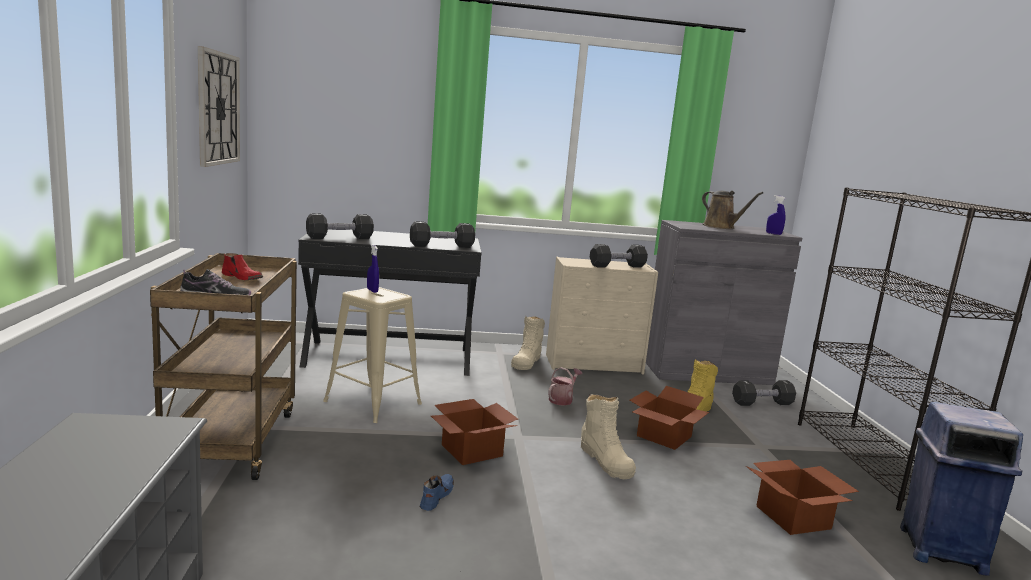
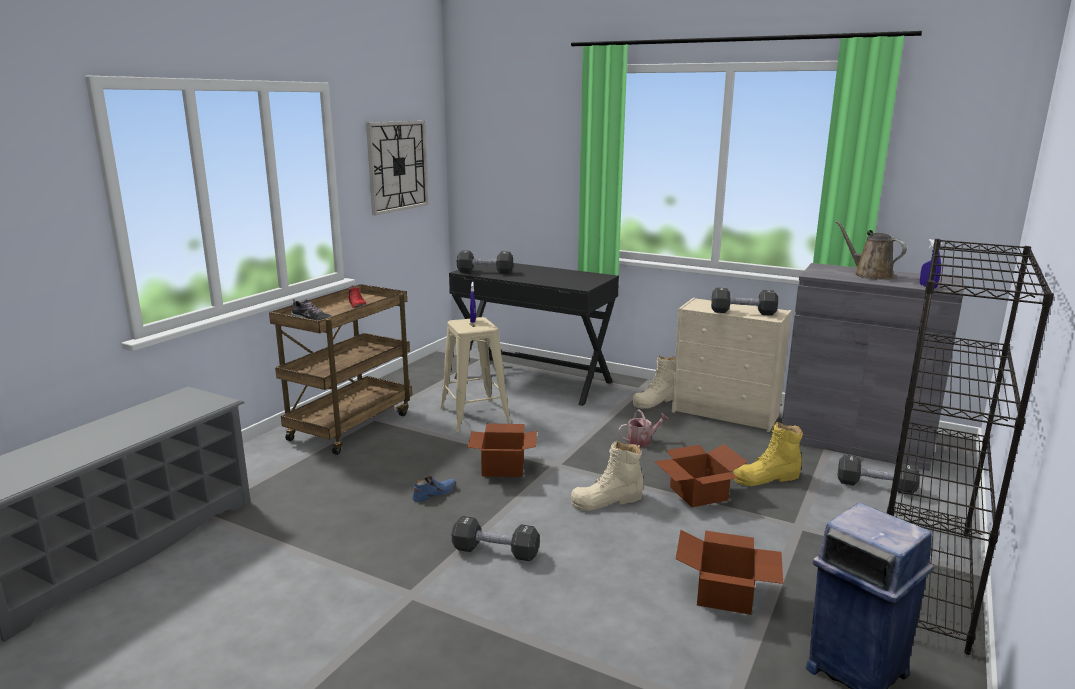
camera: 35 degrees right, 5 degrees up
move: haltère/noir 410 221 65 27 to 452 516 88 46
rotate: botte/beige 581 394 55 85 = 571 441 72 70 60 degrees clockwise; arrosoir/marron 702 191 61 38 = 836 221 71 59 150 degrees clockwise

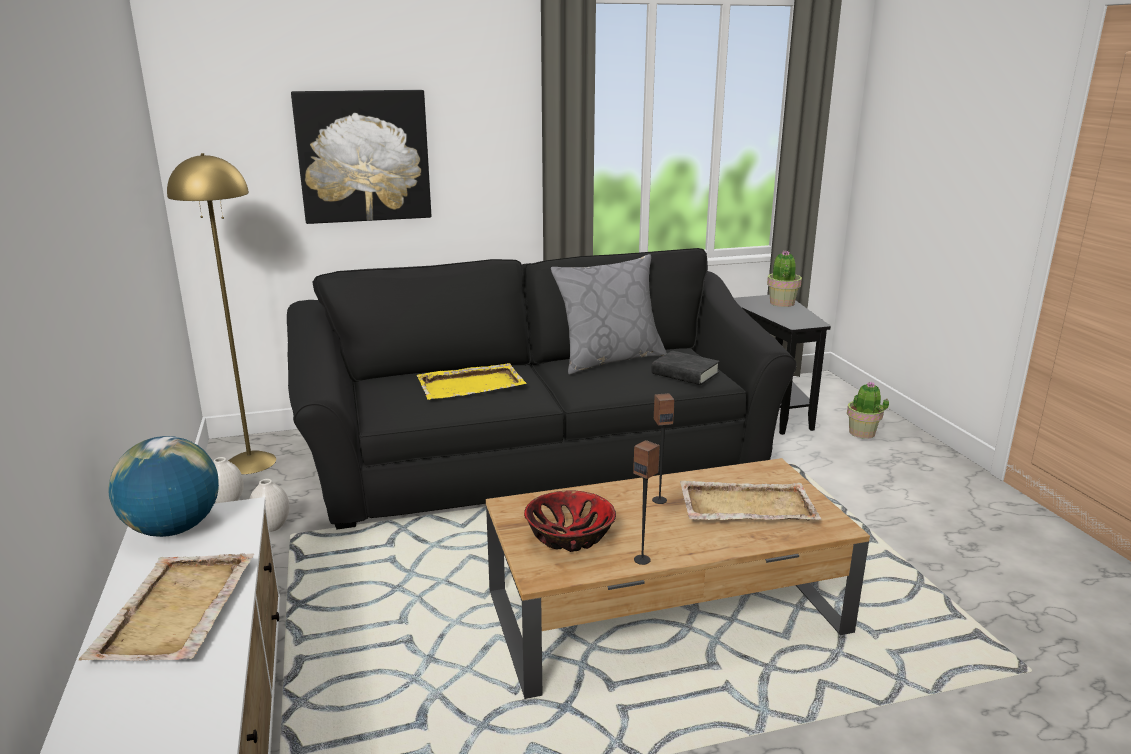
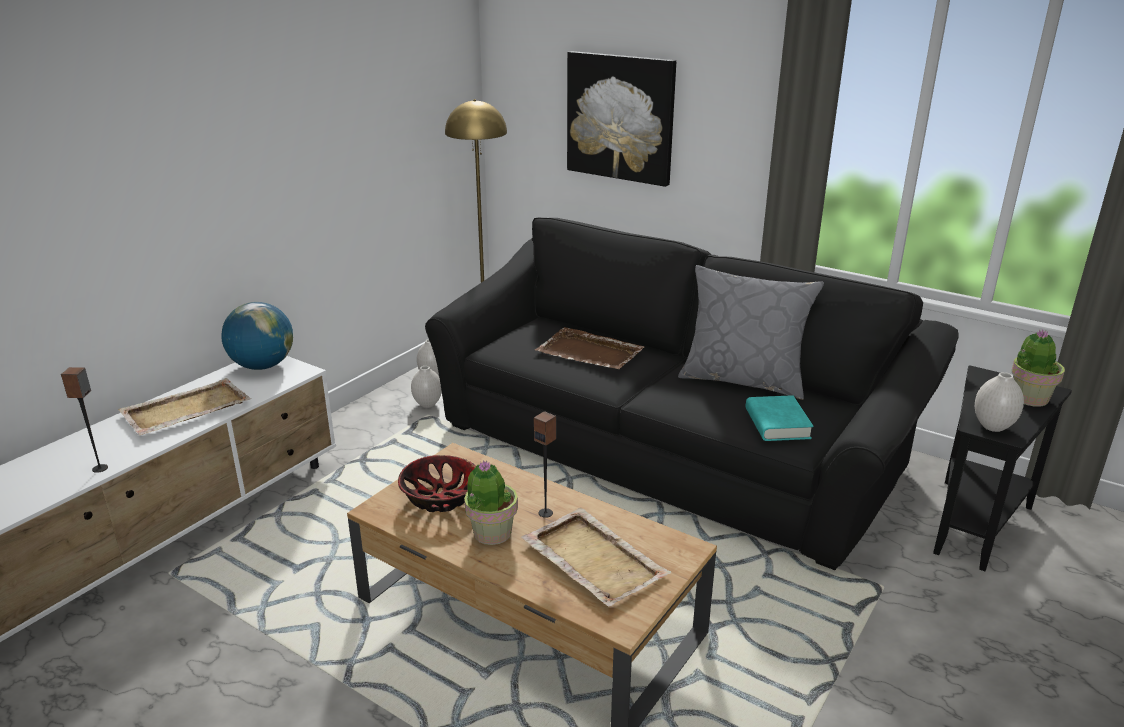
camera: 50 degrees right, 5 degrees up
insert: vase/blanc 975 372 49 60
move: enceinte 633 440 27 125 to 61 367 47 106; plante en pot 847 382 42 57 to 464 461 54 84
recolor: plateau/jaune 417 363 109 37 to plateau/marron 535 327 110 42; livre/noir 651 351 69 34 to livre/turquoise 746 395 67 46

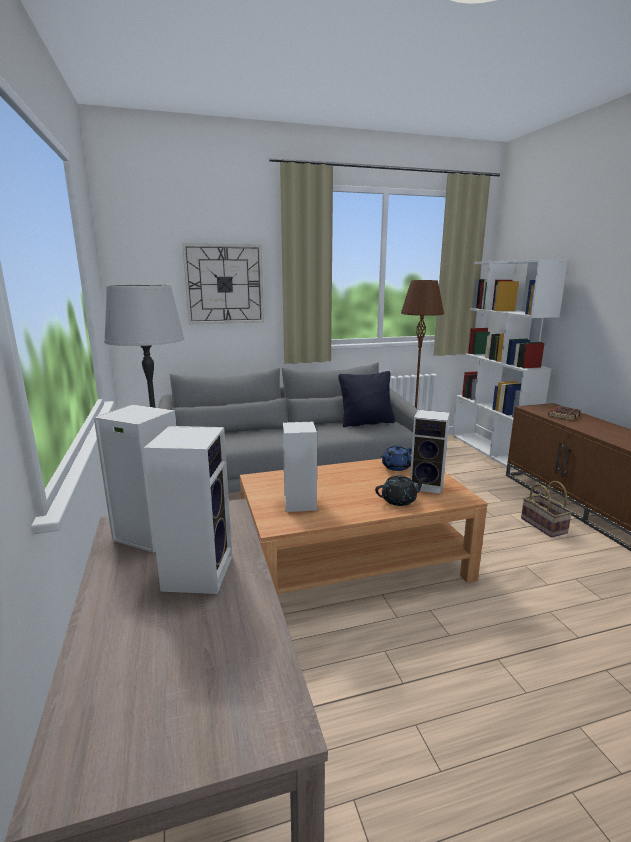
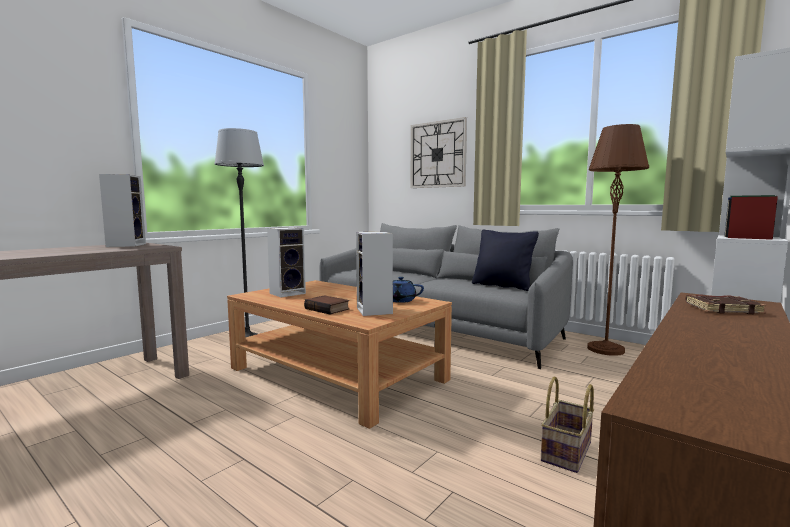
camera: 55 degrees right, 10 degrees down
delete: enceinte 143 426 89 168
replace: théière/noir 375 475 51 31 to livre 304 295 45 19

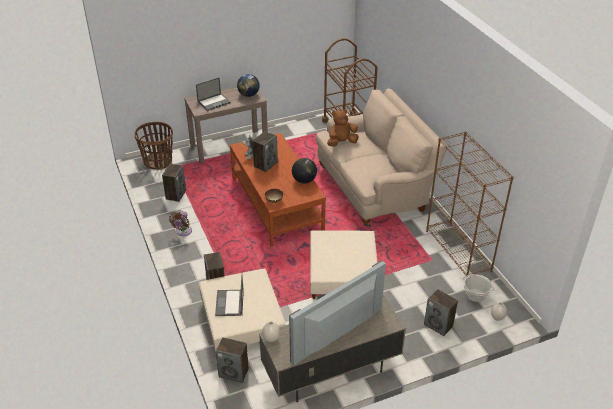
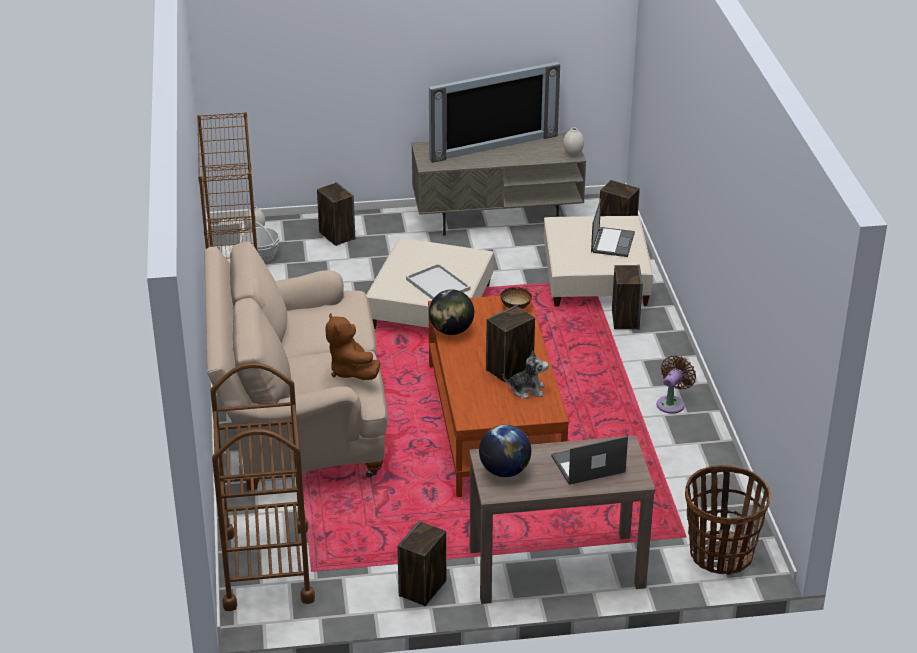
camera: 165 degrees left, 5 degrees down
insert: plateau/blanc 406 263 64 37
move: enceinte 162 164 24 38 to 397 521 49 85
rotate: peluche/marron 327 109 32 37 = 325 313 55 67 75 degrees clockwise

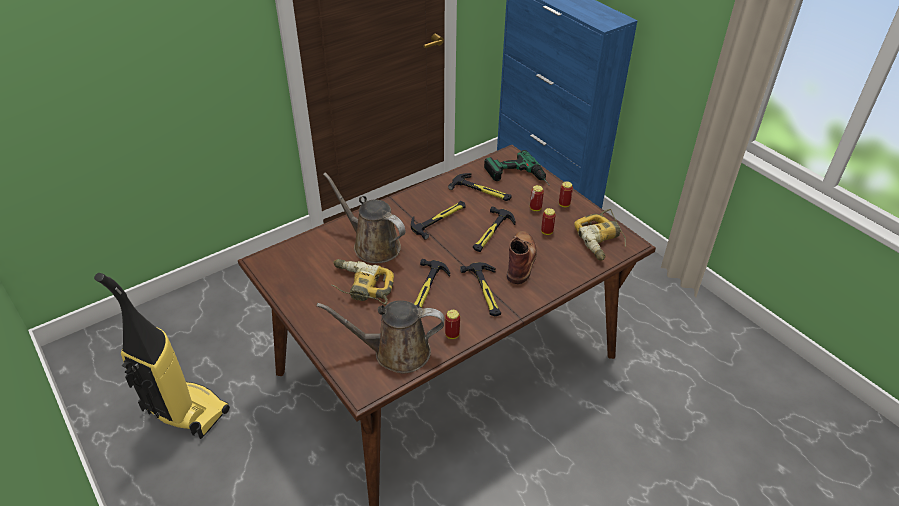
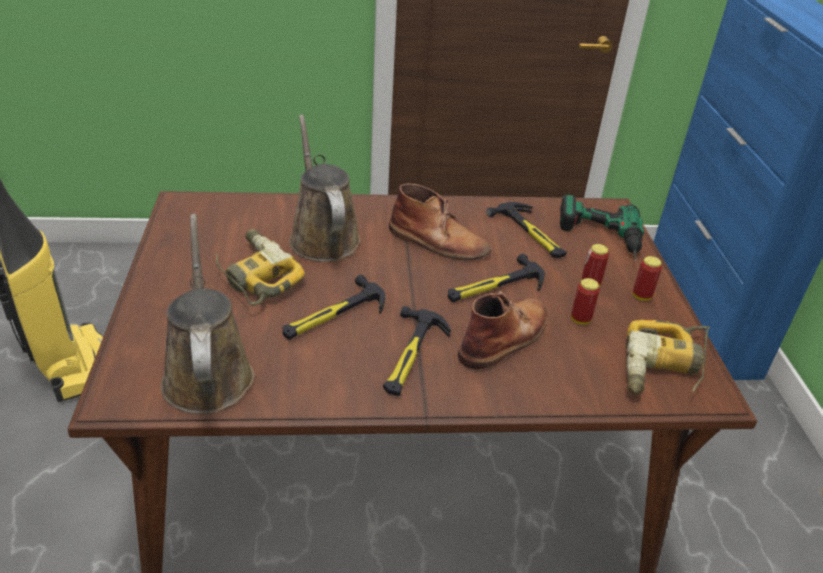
camera: 30 degrees right, 5 degrees down
delete: boîte métallique 445 310 15 29
replace: marteau 411 201 55 39 to botte/marron 389 183 102 77
rotate: arrosoir/marron 317 300 127 73 = 161 214 93 200 45 degrees clockwise

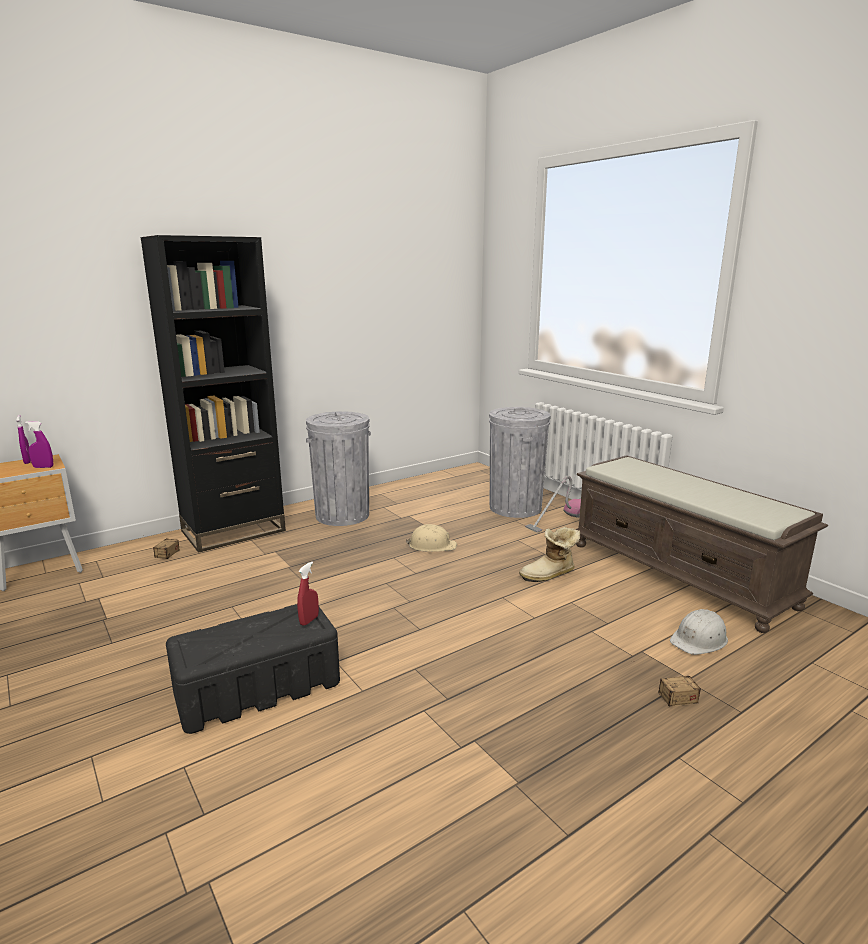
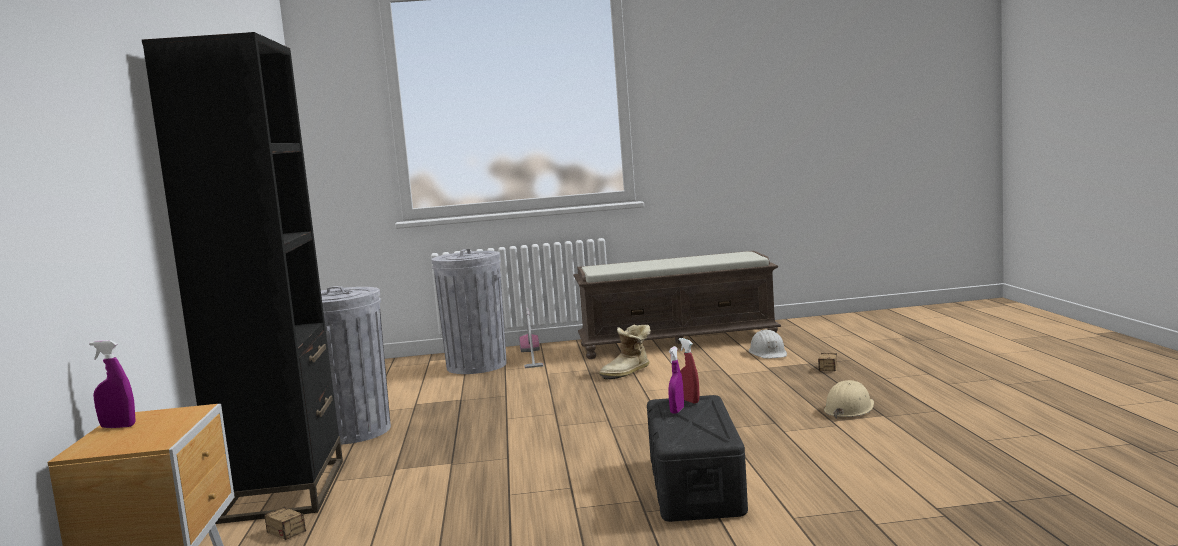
camera: 60 degrees left, 10 degrees down
move: vaporisateur/violet 25 421 29 47 to 668 346 16 68; casque de chantier/beige 406 524 51 28 to 824 380 50 39
rotate: botte 519 527 61 55 = 599 325 52 55 45 degrees clockwise

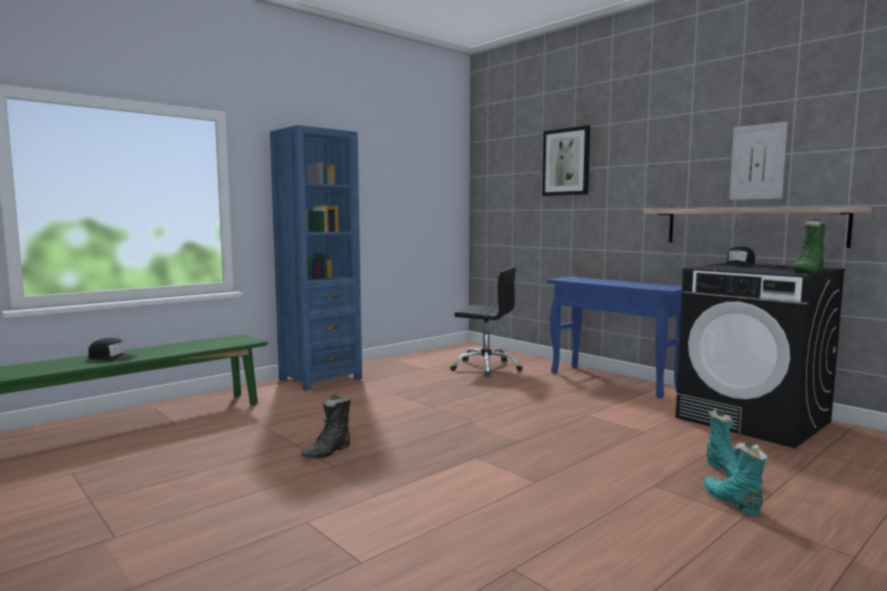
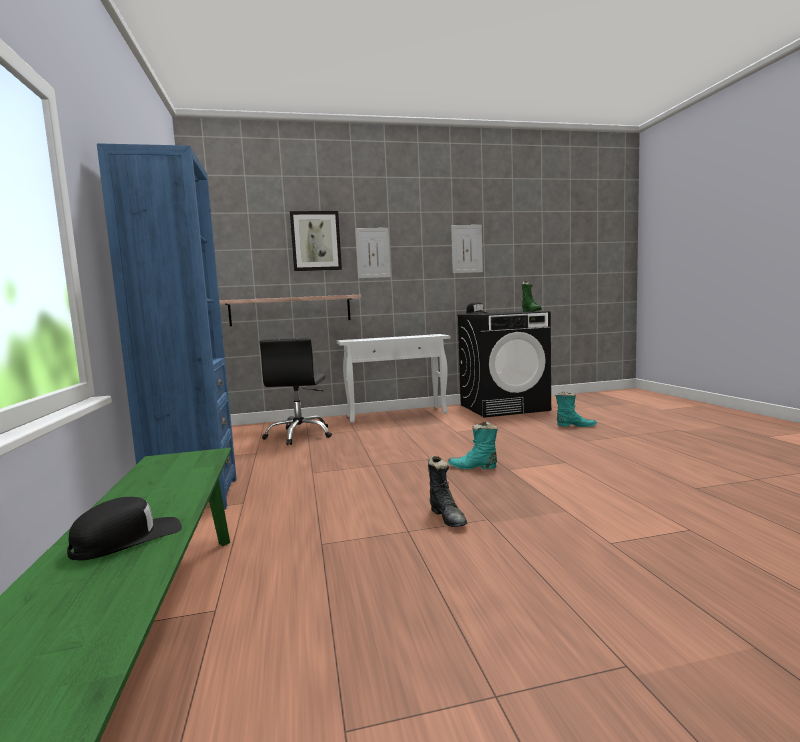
camera: 60 degrees left, 0 degrees up
insert: tableau 355 228 36 50
move: étagère 644 207 228 41 to 219 295 142 31; botte/turquoise 703 443 65 73 to 448 421 50 48
recolor: table console/bleu 547 277 136 122 to table console/blanc 337 334 114 89
rotate: chaise de bureau/noir 450 267 73 110 = 260 338 72 107 135 degrees clockwise

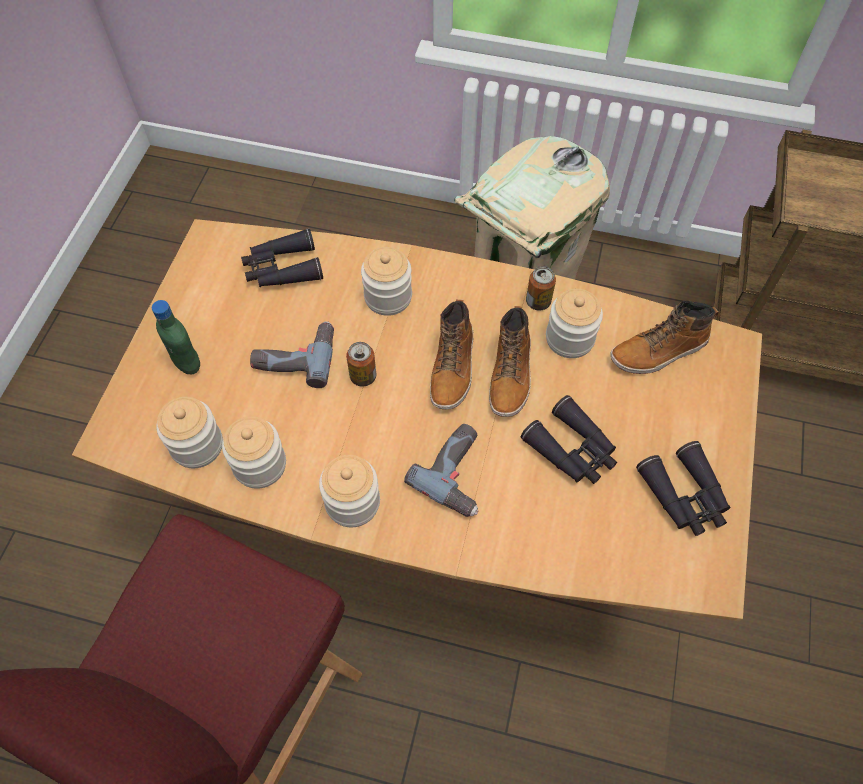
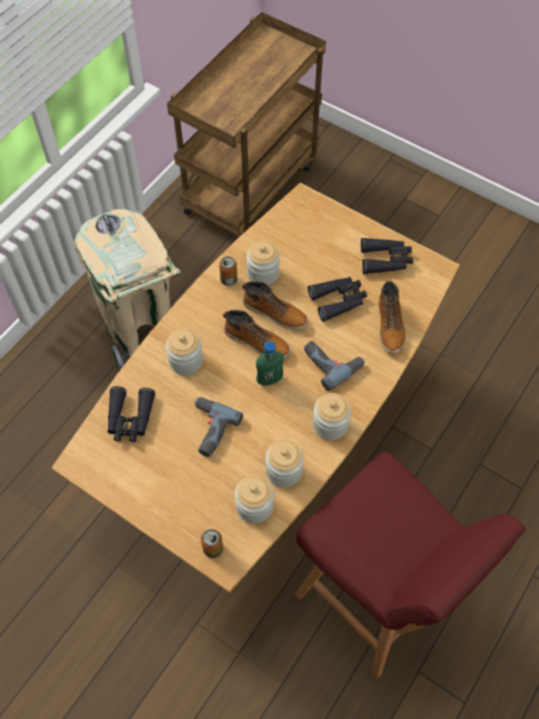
camera: 70 degrees left, 0 degrees up
move: bouteille/vert 152 300 48 74 to 256 341 28 45; boîte métallique 346 342 30 45 to 201 529 22 29; botte 610 300 109 74 to 378 280 28 73

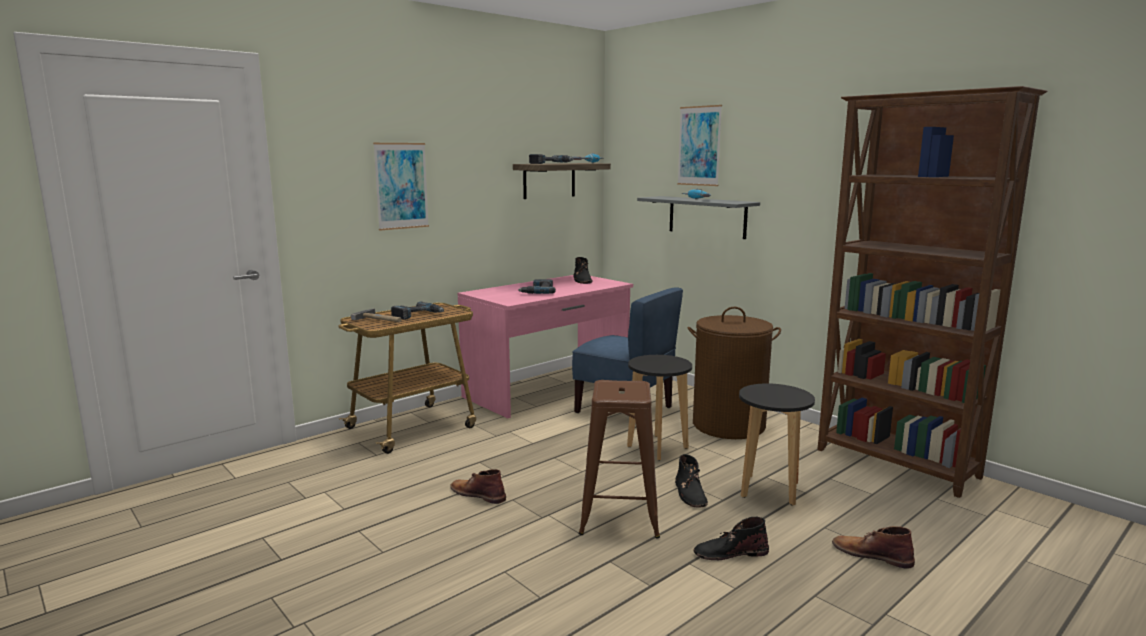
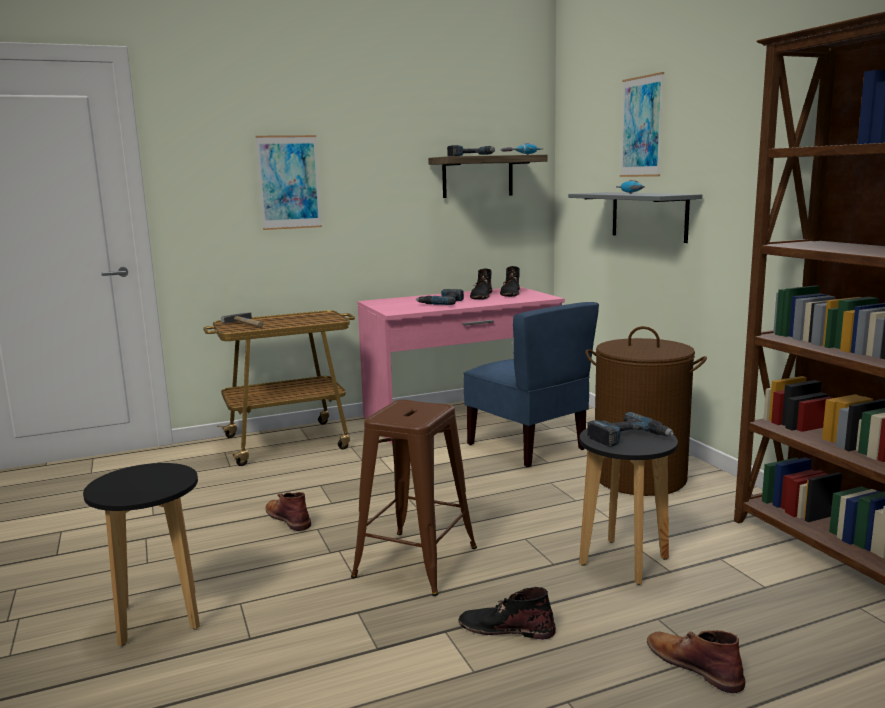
camera: 20 degrees right, 0 degrees up
move: perceuse 391 302 53 18 to 587 412 87 35; tabouret/noir 627 355 65 105 to 83 463 117 183; botte/noir 675 454 33 54 to 470 268 22 32

